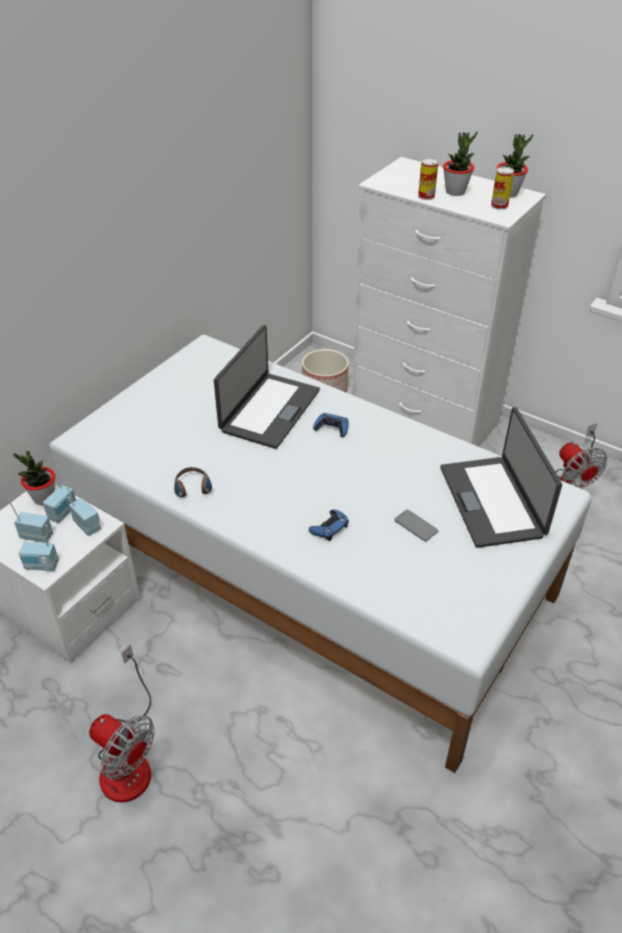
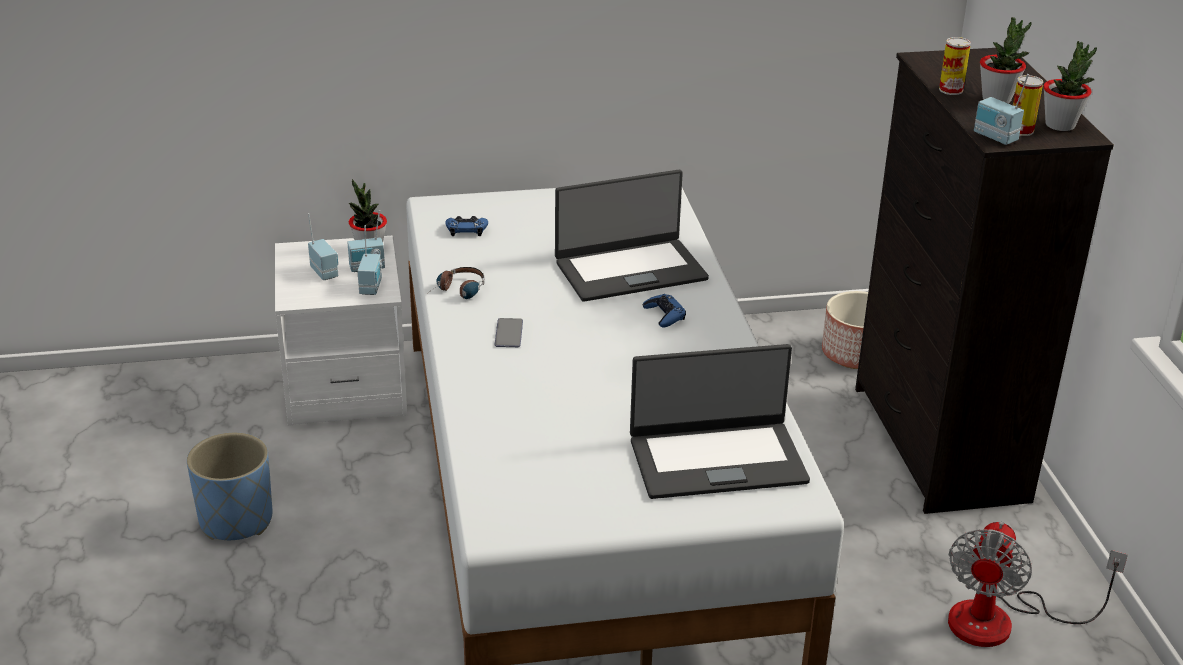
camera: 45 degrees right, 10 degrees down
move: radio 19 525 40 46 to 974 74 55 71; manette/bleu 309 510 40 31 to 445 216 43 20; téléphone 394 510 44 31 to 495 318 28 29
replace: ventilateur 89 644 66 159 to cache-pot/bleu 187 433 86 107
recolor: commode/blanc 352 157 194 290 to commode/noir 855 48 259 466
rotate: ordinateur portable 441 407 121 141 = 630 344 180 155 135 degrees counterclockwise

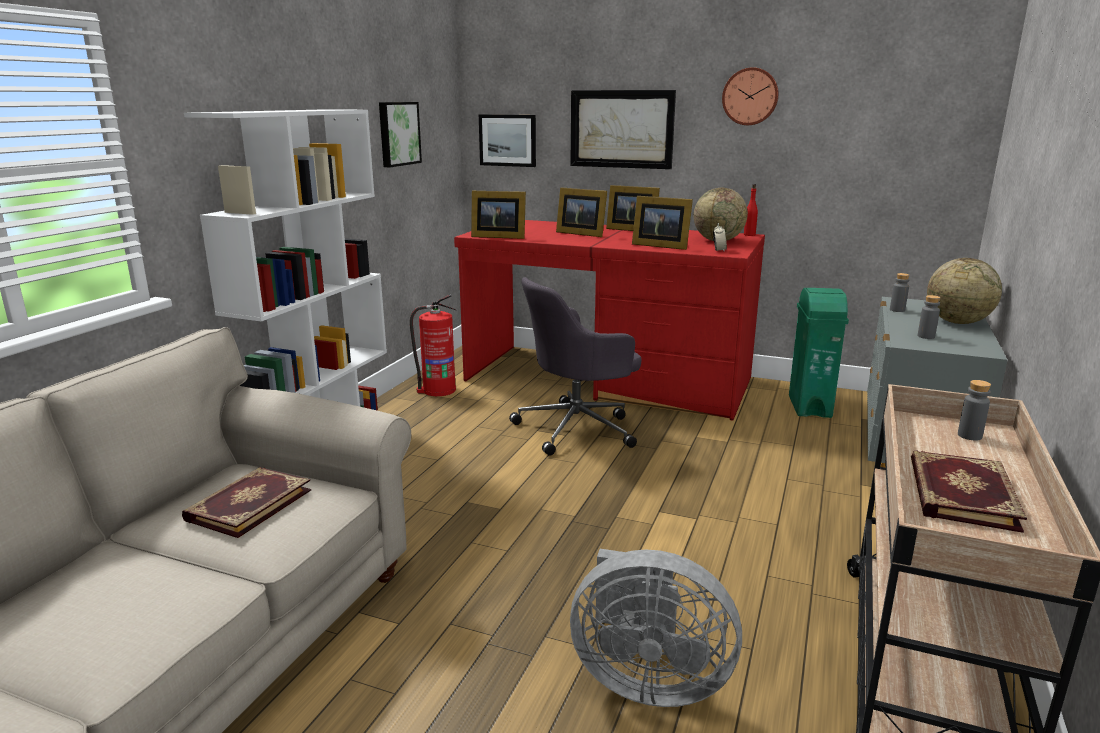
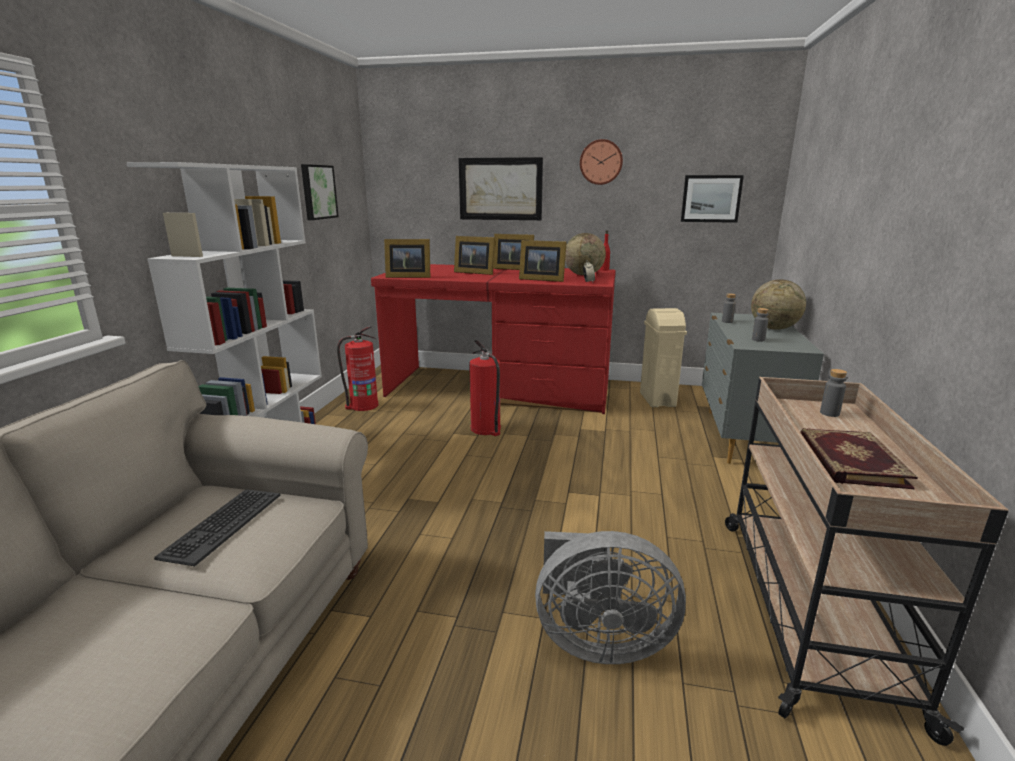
camera: 10 degrees left, 0 degrees up
move: tableau 479 114 57 53 to 681 175 63 48
replace: livre 182 467 129 71 to clavier 154 489 127 77; chaise de bureau/gris 509 277 132 179 to extincteur 469 340 32 96
recolor: poubelle/vert 789 288 60 130 to poubelle/beige 640 308 47 99

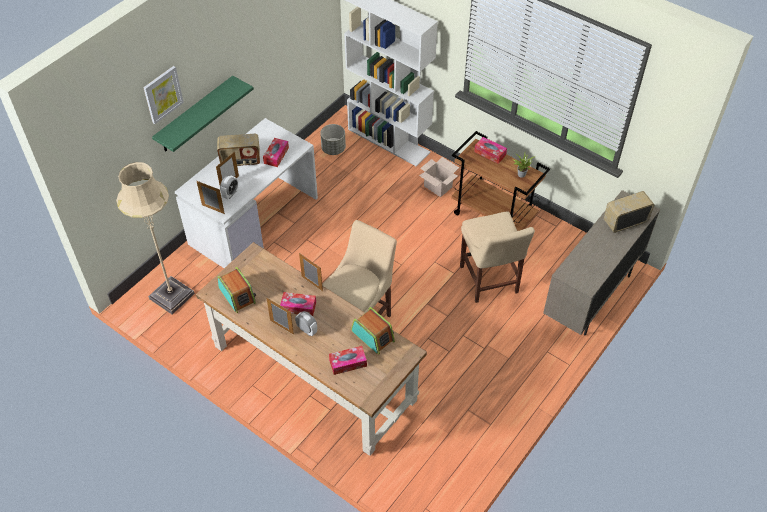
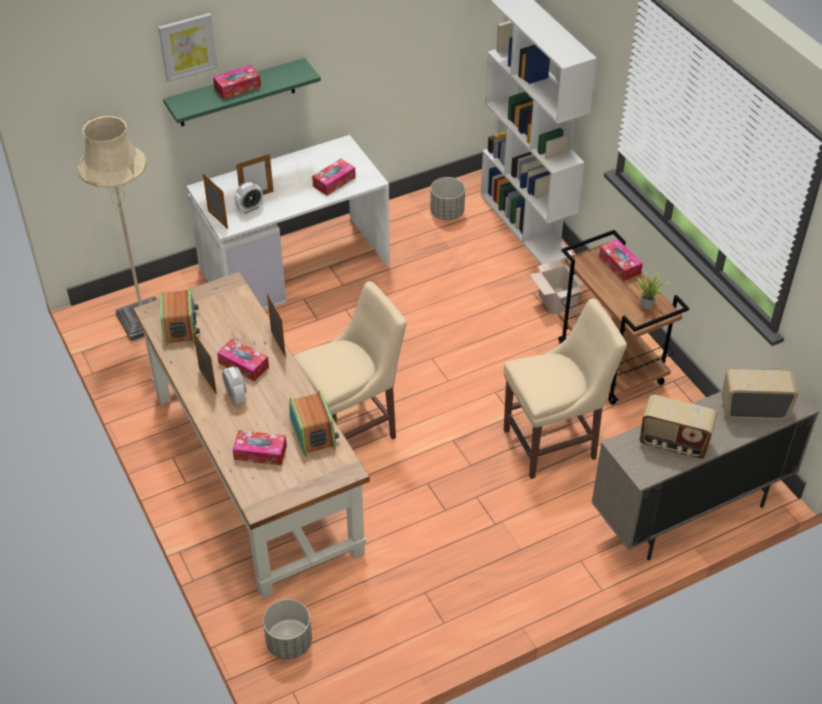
camera: 25 degrees right, 5 degrees down
insert: boîte à mouchoirs 213 65 48 34; cache-pot/gris 263 599 49 60
move: radio 217 134 43 32 to 639 394 78 65
rotate: chaise/beige 460 211 75 92 = 504 299 123 180 120 degrees counterclockwise

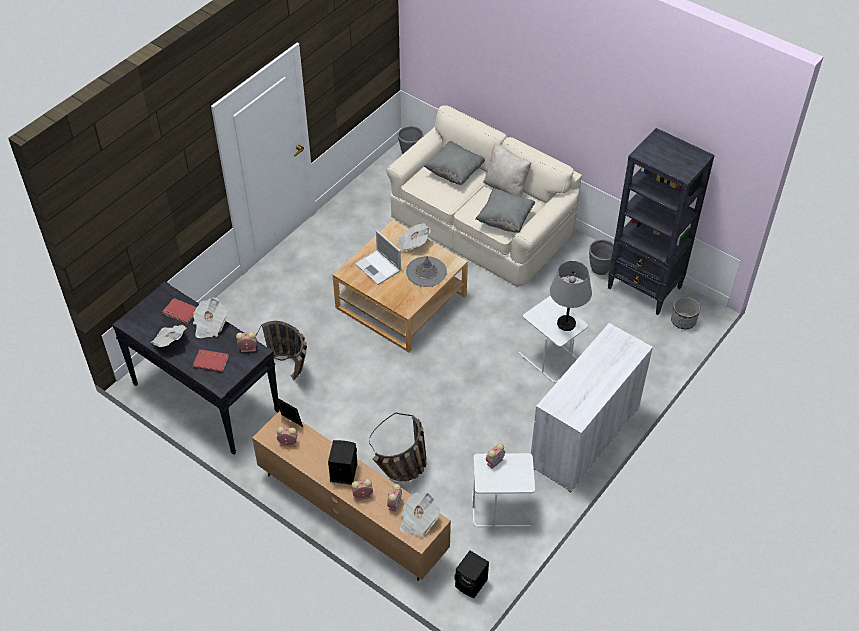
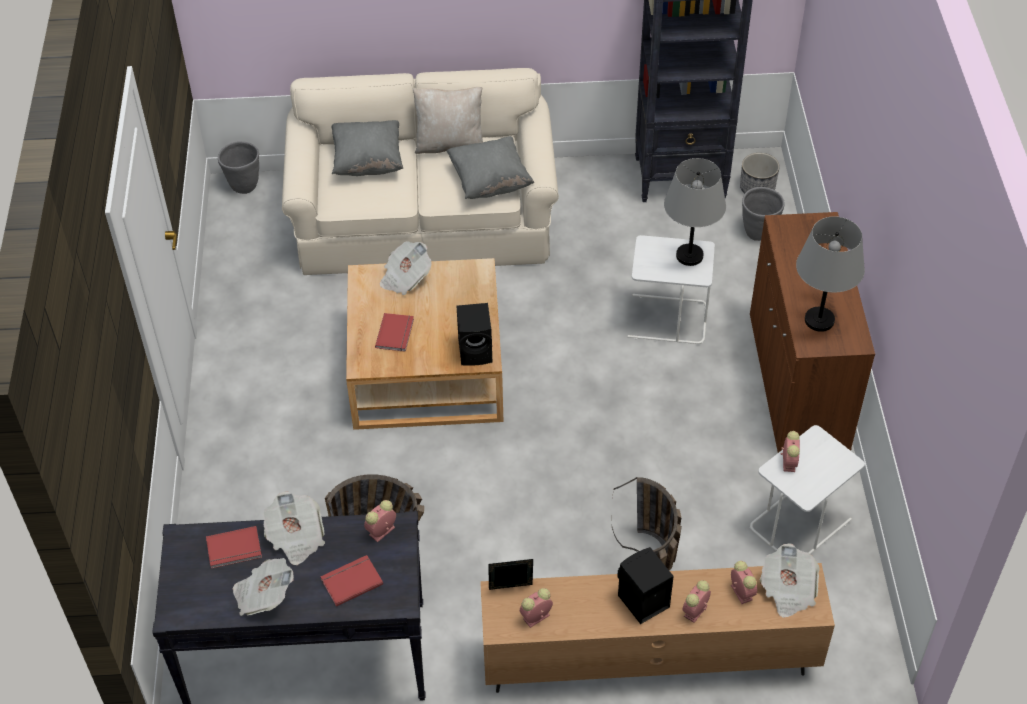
camera: 40 degrees left, 0 degrees up
delete: chapeau/gris 406 256 41 31
insert: lampe de table/gris 796 216 69 116
move: enceinte/noir 454 551 35 47 to 457 303 35 63; cache-pot/gris 589 239 25 36 to 742 187 43 54
replace: ordinateur portable 355 230 46 55 to livre/rouge 375 313 39 39
recolor: meuble de rangement/blanc 531 323 122 169 to meuble de rangement/marron 750 212 125 241

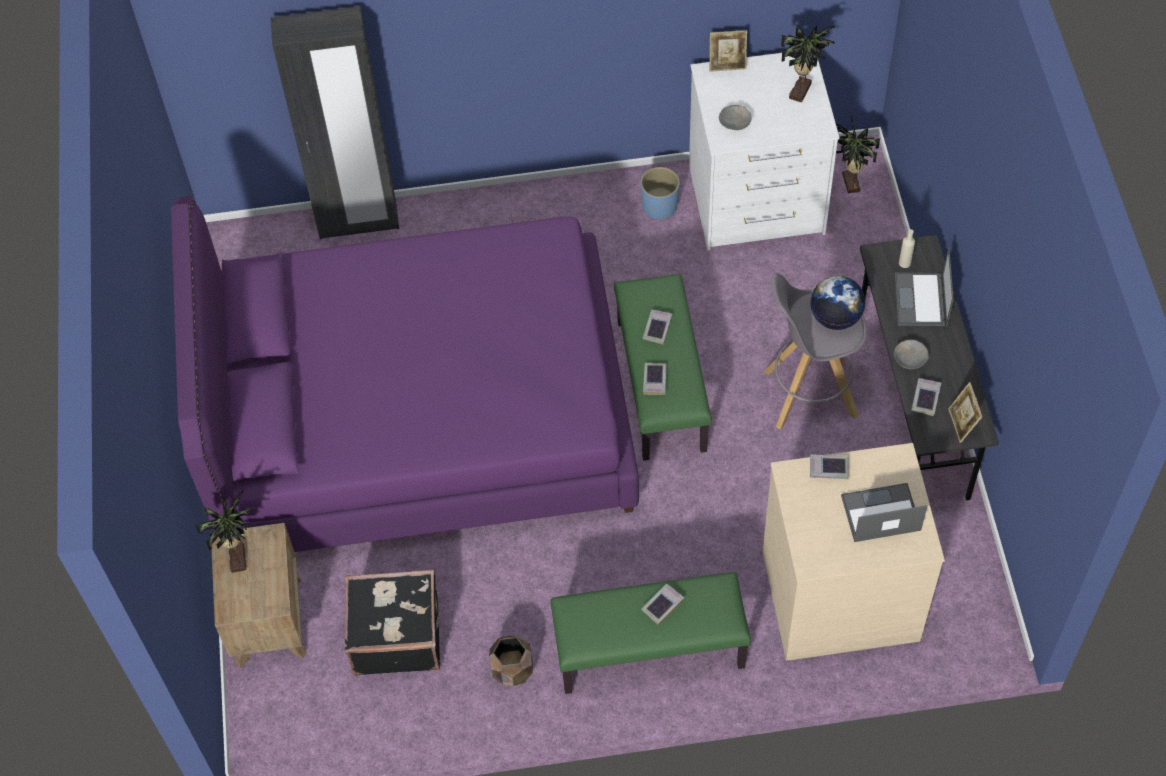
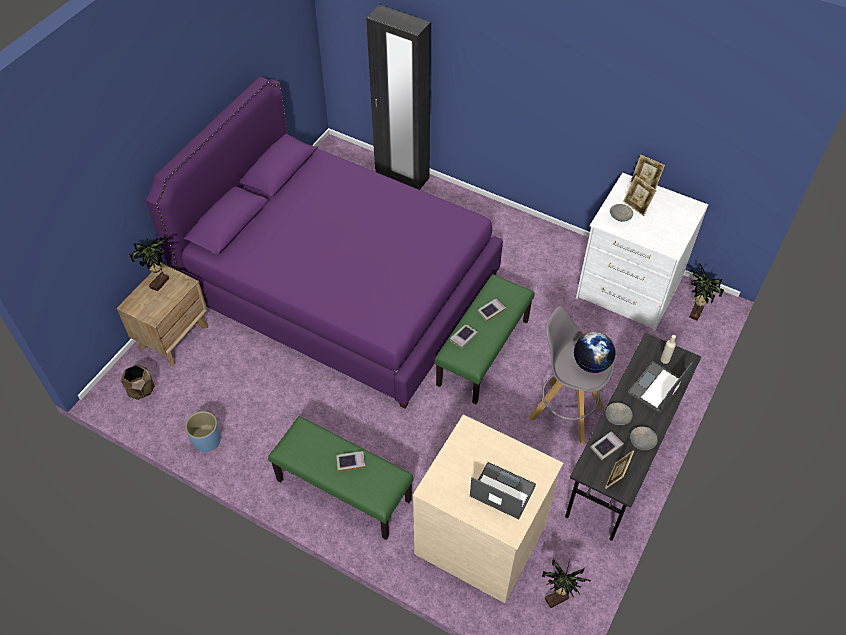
camera: 35 degrees right, 5 degrees down
delete: valise/noir 344 569 96 107; livre 810 454 39 25
insert: cadre photo 623 175 34 41; bol/gris 630 426 28 24
move: cache-pot/marron 489 636 44 50 to 121 365 33 35; cache-pot/bleu 640 167 40 53 to 185 411 36 41; plante en pot 781 25 54 77 to 542 559 49 49

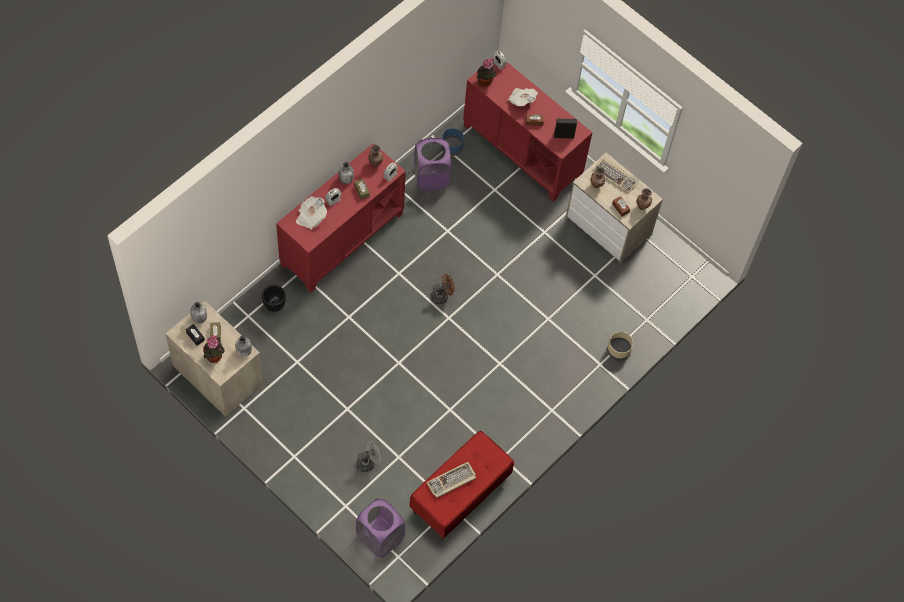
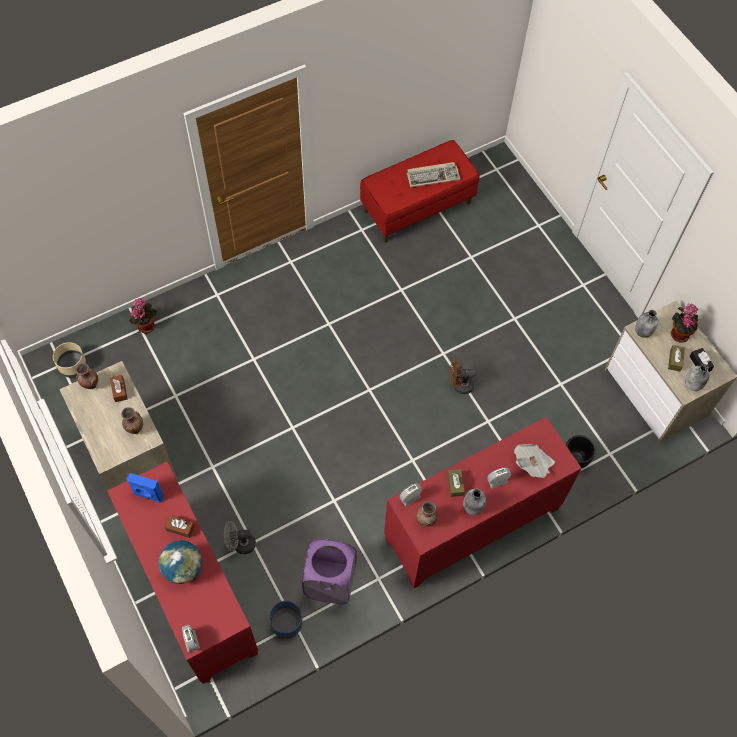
camera: 160 degrees left, 0 degrees up
delete: panier à linge/violet 356 499 49 59; clavier 593 158 45 36
move: ventilateur/gris 356 441 24 31 to 224 521 32 33; ventilateur/marron 431 274 24 30 to 449 360 27 34; plante en pot 477 59 20 28 to 129 297 28 36; cache-pot/beige 607 332 26 28 to 53 342 34 35
replace: journal 508 88 30 18 to globe 159 540 43 44
recolor: enceinte/noir 554 118 23 21 to enceinte/bleu 127 473 37 30

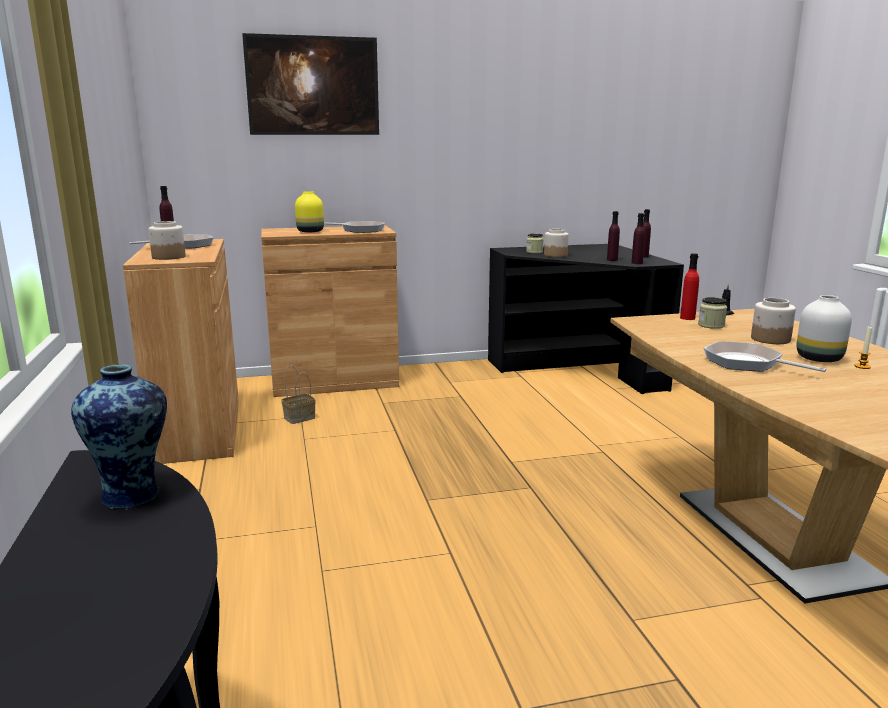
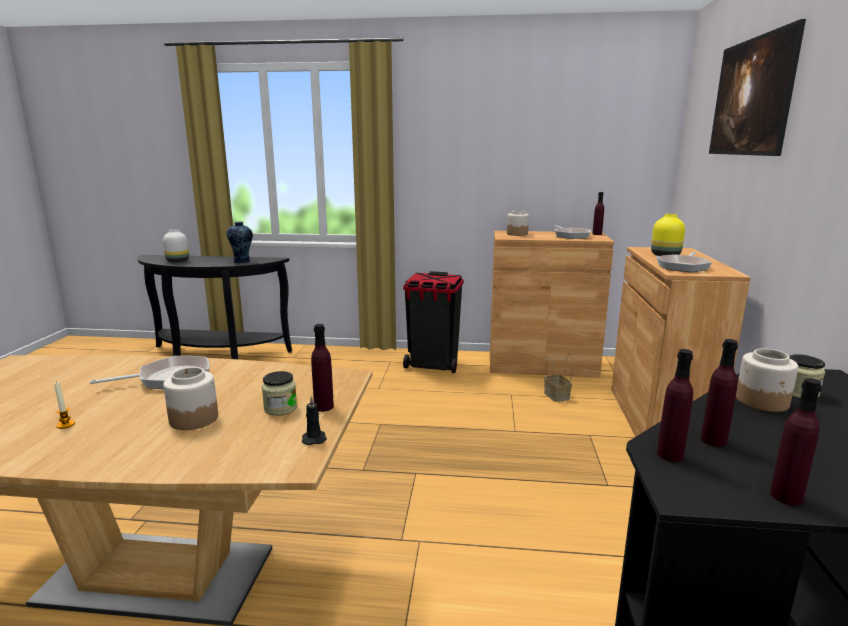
camera: 110 degrees right, 0 degrees up
insert: poubelle/noir 403 271 61 102
move: vase/blanc 796 295 56 67 to 163 229 26 34
recolor: bouteille/rouge 680 253 19 67 to bouteille/violet 311 324 23 88

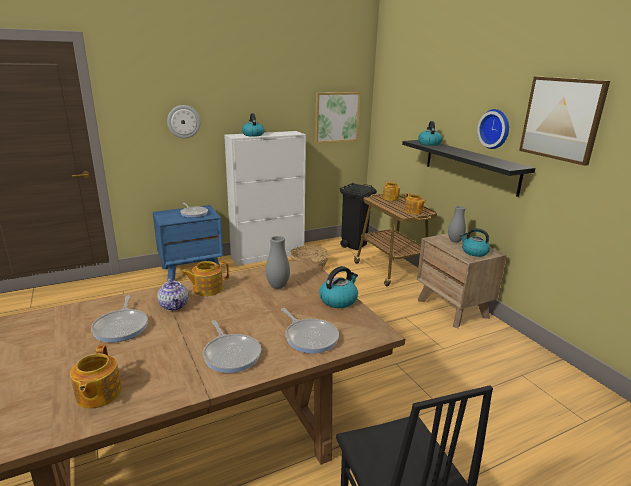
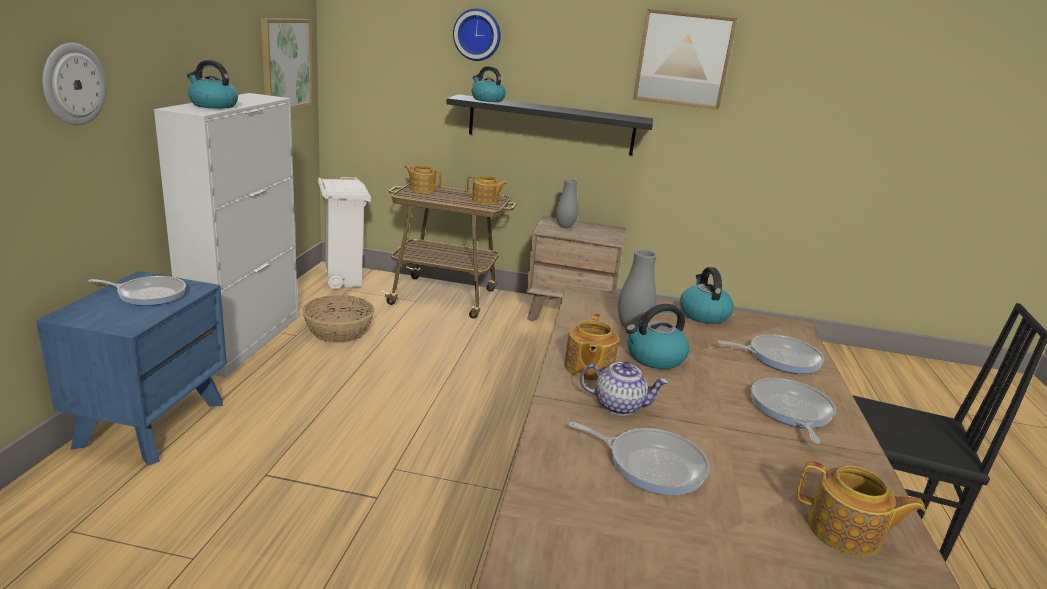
camera: 55 degrees left, 0 degrees up
move: bouilloire 460 228 30 29 to 626 304 63 65; horloge murale 477 109 32 40 to 453 8 48 53
recolor: poubelle/noir 340 182 37 68 to poubelle/blanc 318 177 53 112
rotate: poêle 203 320 58 53 = 751 378 85 66 90 degrees counterclockwise

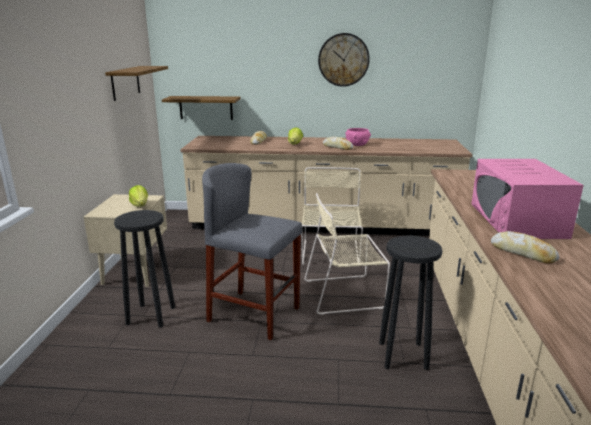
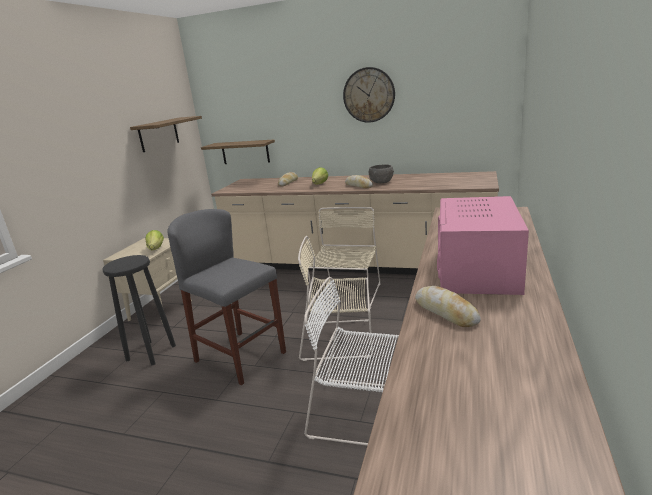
camera: 15 degrees right, 0 degrees up
replace: tabouret/noir 379 235 63 135 to chaise/blanc 304 277 95 169
recolor: bol/rose 345 128 26 18 to bol/gris 369 165 25 18

